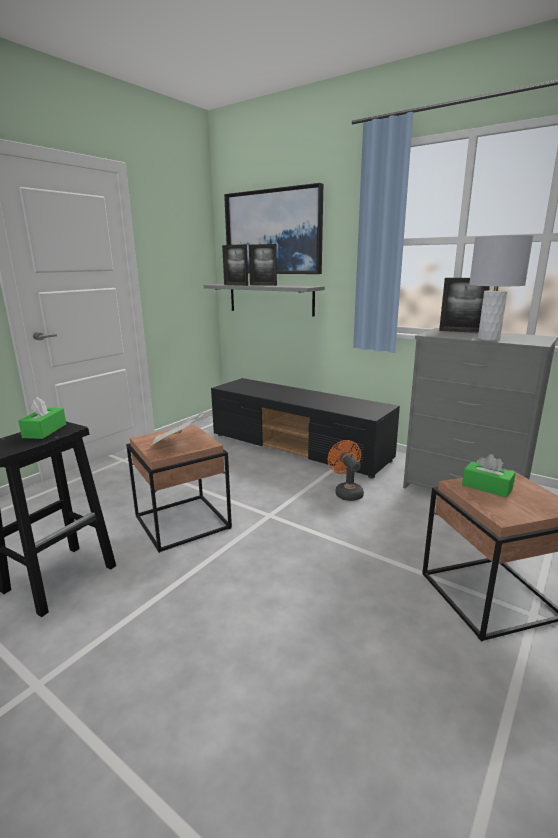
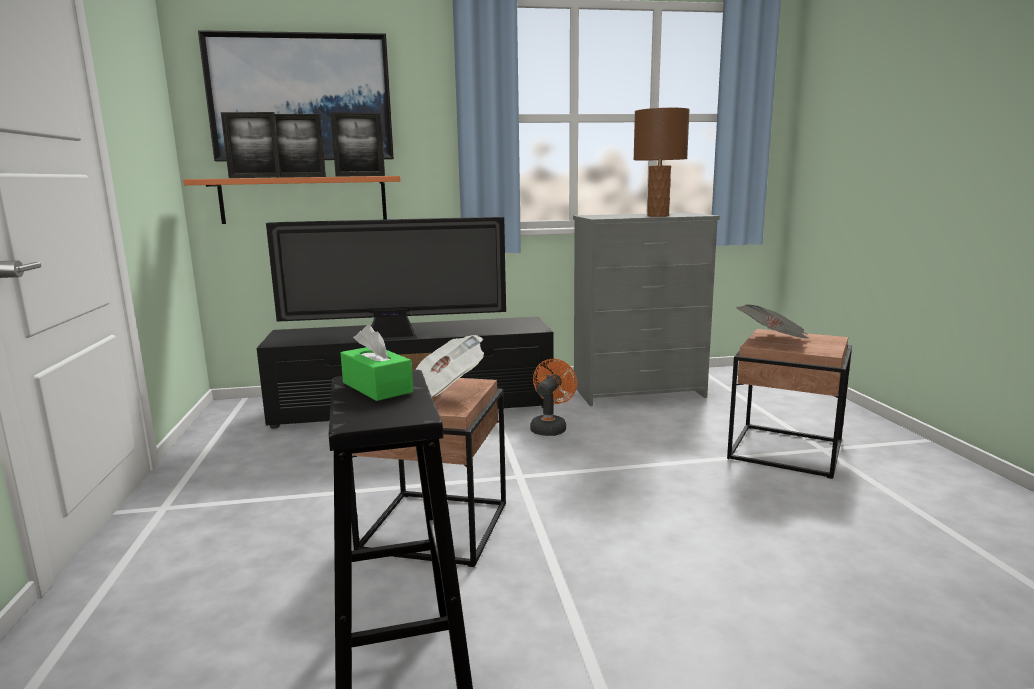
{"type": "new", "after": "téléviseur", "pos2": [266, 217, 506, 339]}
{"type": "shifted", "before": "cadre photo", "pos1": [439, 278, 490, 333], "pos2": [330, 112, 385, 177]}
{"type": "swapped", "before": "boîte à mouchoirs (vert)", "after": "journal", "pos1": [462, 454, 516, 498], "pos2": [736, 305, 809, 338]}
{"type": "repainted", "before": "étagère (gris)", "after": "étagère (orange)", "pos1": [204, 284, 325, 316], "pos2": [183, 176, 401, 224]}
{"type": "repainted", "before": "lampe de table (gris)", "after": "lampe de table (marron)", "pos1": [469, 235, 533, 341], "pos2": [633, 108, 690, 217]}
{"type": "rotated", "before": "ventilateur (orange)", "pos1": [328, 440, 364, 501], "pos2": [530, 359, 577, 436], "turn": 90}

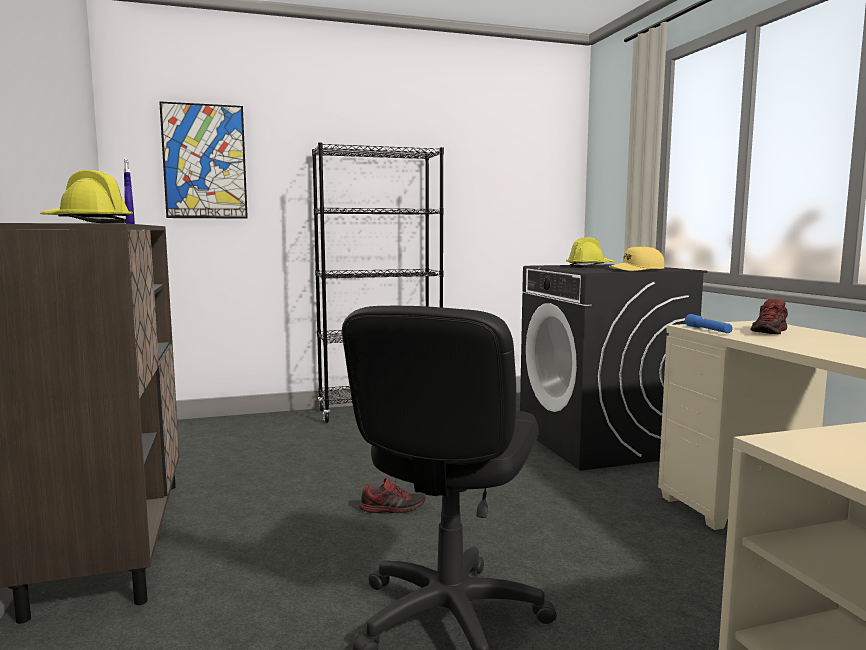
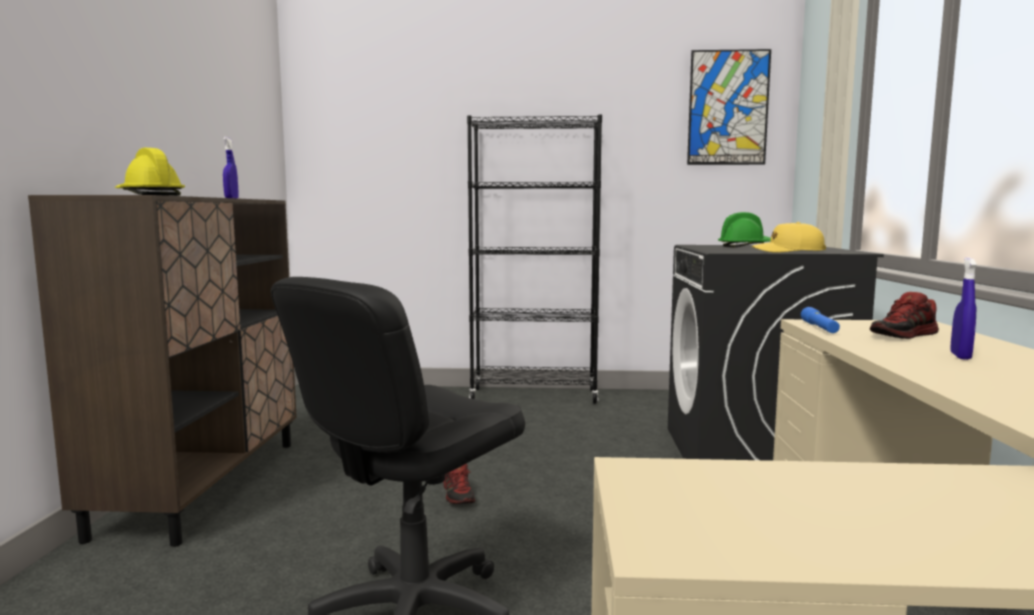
{"type": "new", "after": "vaporisateur (bleu)", "pos2": [950, 257, 977, 360]}
{"type": "shifted", "before": "tableau", "pos1": [159, 101, 248, 219], "pos2": [687, 49, 771, 165]}
{"type": "repainted", "before": "casque de chantier (jaune)", "after": "casque de chantier (vert)", "pos1": [566, 237, 614, 267], "pos2": [718, 212, 771, 248]}
{"type": "rotated", "before": "chaussure", "pos1": [359, 478, 426, 513], "pos2": [443, 464, 475, 504], "turn": 60}

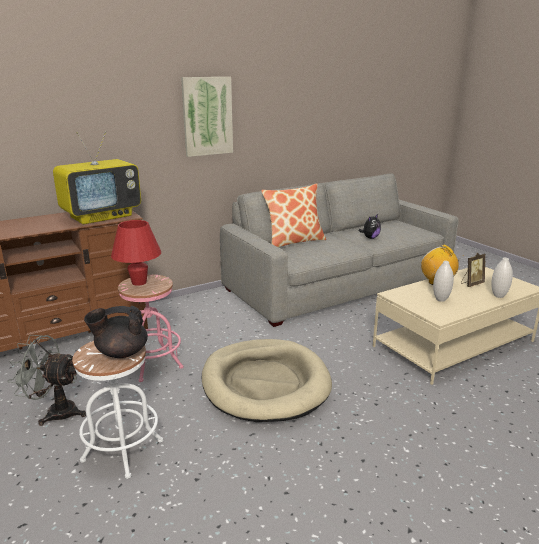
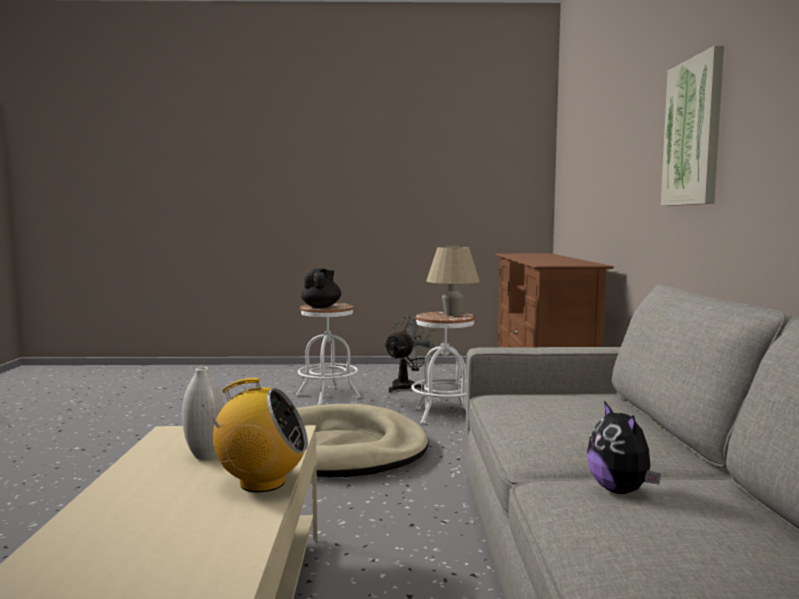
{"type": "gone", "before": "téléviseur", "pos1": [53, 131, 141, 224]}
{"type": "gone", "before": "coussin", "pos1": [261, 183, 326, 247]}
{"type": "gone", "before": "cadre photo", "pos1": [461, 253, 485, 287]}
{"type": "gone", "before": "vase (blanc)", "pos1": [491, 258, 513, 298]}
{"type": "repainted", "before": "lampe de table (rouge)", "after": "lampe de table (beige)", "pos1": [111, 220, 161, 286], "pos2": [426, 247, 480, 316]}
{"type": "repainted", "before": "tabouret (rose)", "after": "tabouret (blanc)", "pos1": [118, 275, 183, 382], "pos2": [411, 312, 475, 424]}

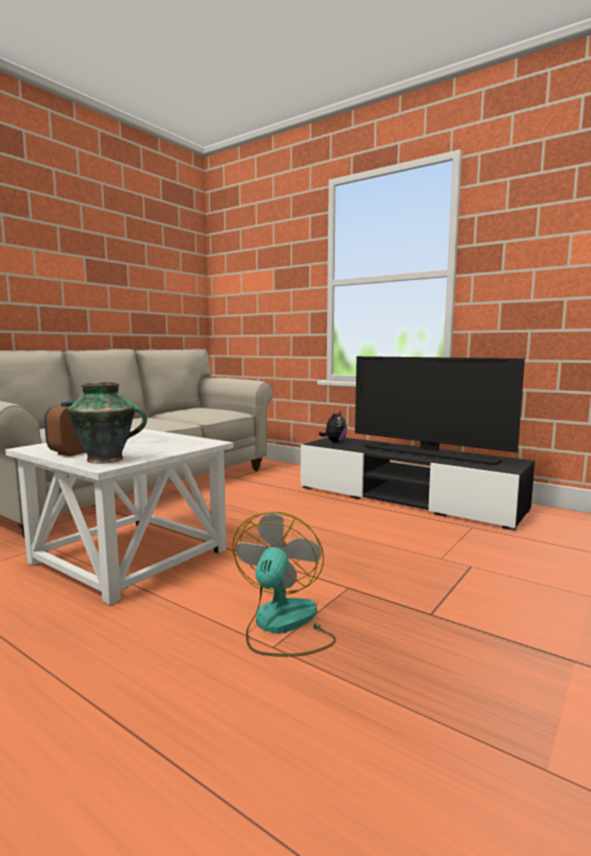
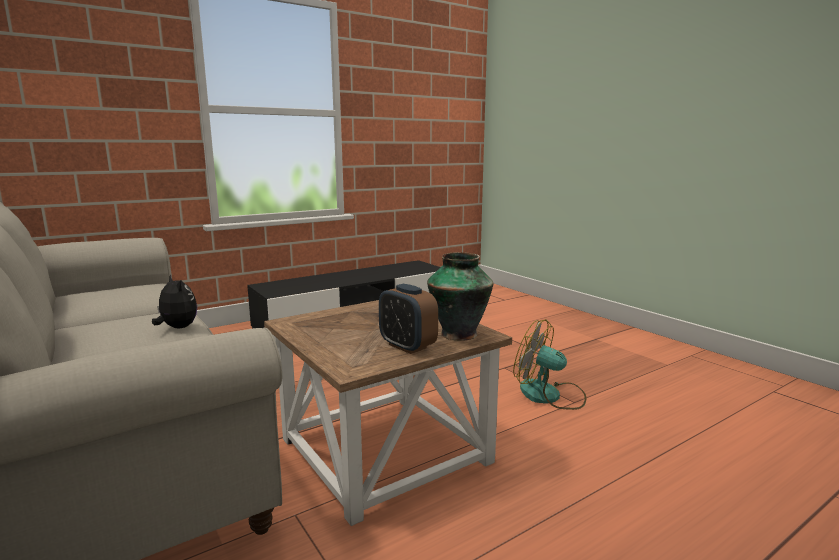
{"type": "gone", "before": "téléviseur", "pos1": [355, 356, 525, 465]}
{"type": "shifted", "before": "peluche", "pos1": [319, 411, 347, 443], "pos2": [152, 274, 197, 328]}
{"type": "repainted", "before": "table d'appoint (blanc)", "after": "table d'appoint (marron)", "pos1": [5, 429, 234, 605], "pos2": [264, 300, 512, 526]}

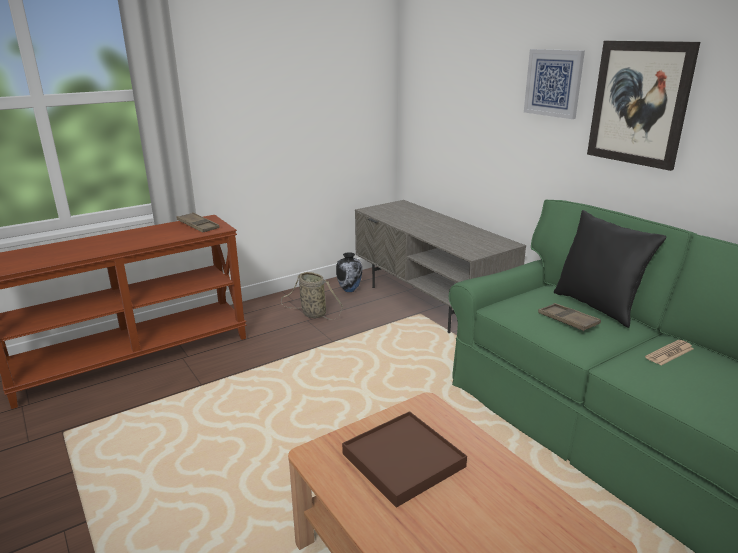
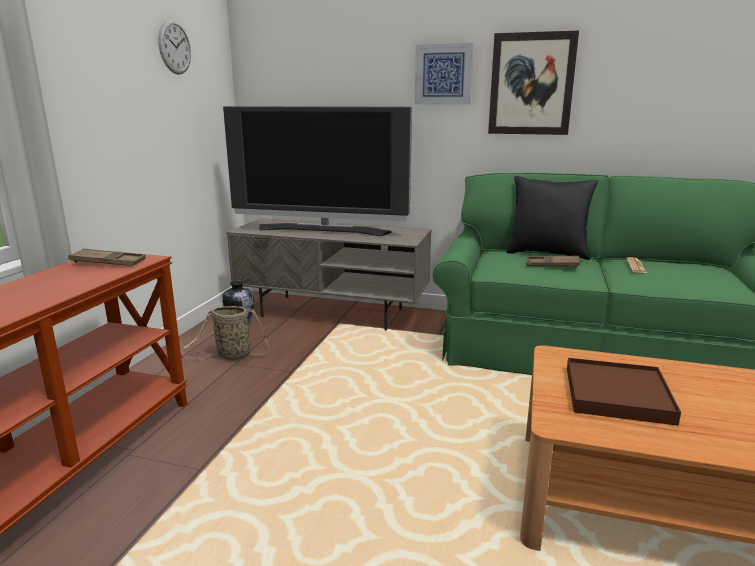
{"type": "new", "after": "horloge murale", "pos2": [158, 19, 191, 75]}
{"type": "new", "after": "téléviseur", "pos2": [223, 106, 412, 236]}

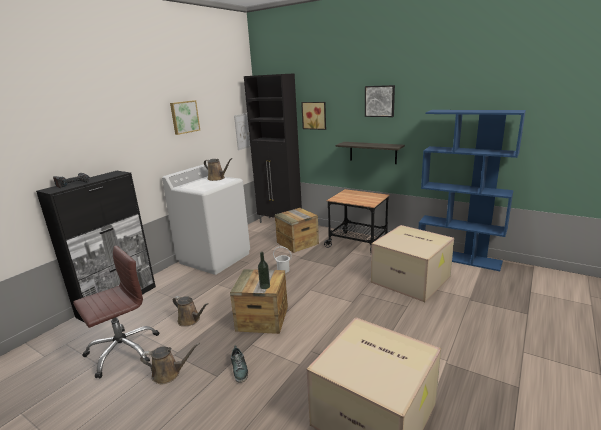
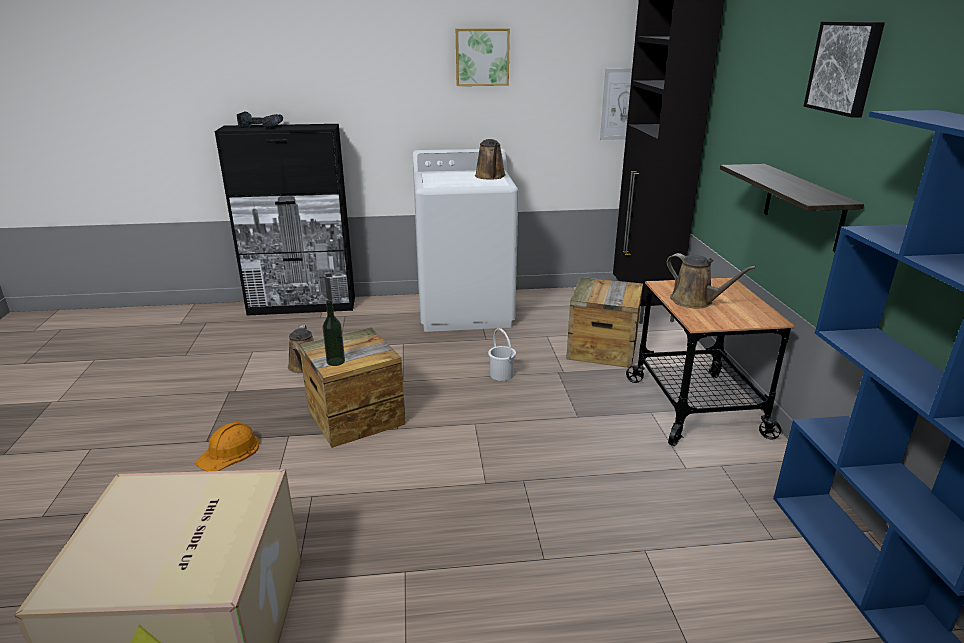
{"type": "gone", "before": "chaise de bureau (marron)", "pos1": [73, 245, 160, 379]}
{"type": "gone", "before": "tableau", "pos1": [301, 102, 326, 130]}
{"type": "gone", "before": "carton", "pos1": [371, 225, 454, 302]}
{"type": "shifted", "before": "arrosoir (marron)", "pos1": [140, 343, 200, 385], "pos2": [667, 253, 756, 309]}
{"type": "swapped", "before": "chaussure", "after": "casque de chantier (orange)", "pos1": [231, 345, 248, 383], "pos2": [196, 422, 260, 471]}

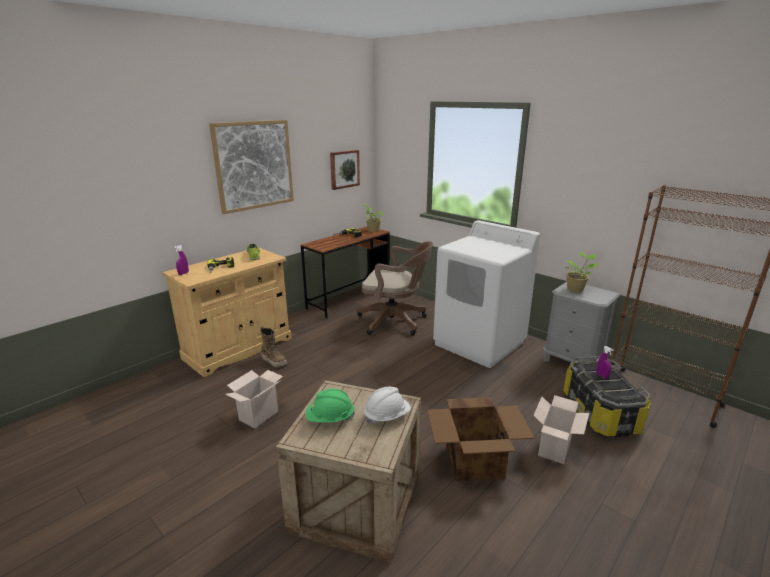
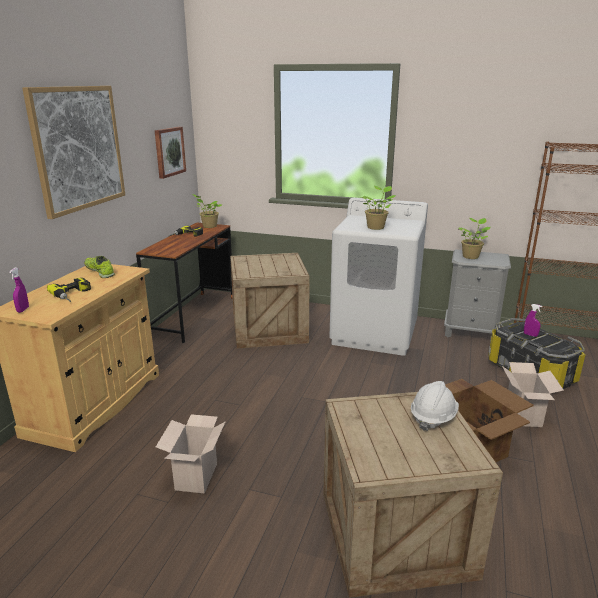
{"type": "gone", "before": "botte", "pos1": [261, 326, 287, 367]}
{"type": "gone", "before": "casque de chantier (vert)", "pos1": [306, 389, 355, 423]}
{"type": "new", "after": "plante en pot", "pos2": [361, 186, 396, 230]}
{"type": "swapped", "before": "chaise de bureau (marron)", "after": "caisse", "pos1": [356, 241, 433, 336], "pos2": [230, 253, 310, 349]}

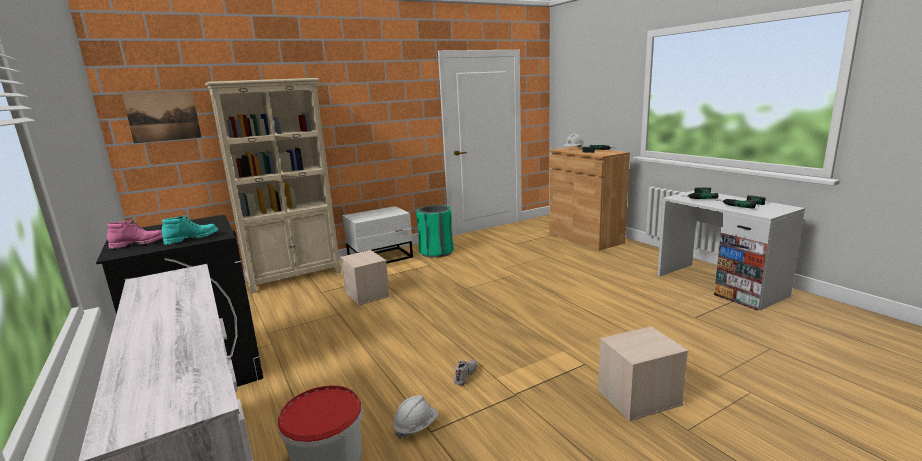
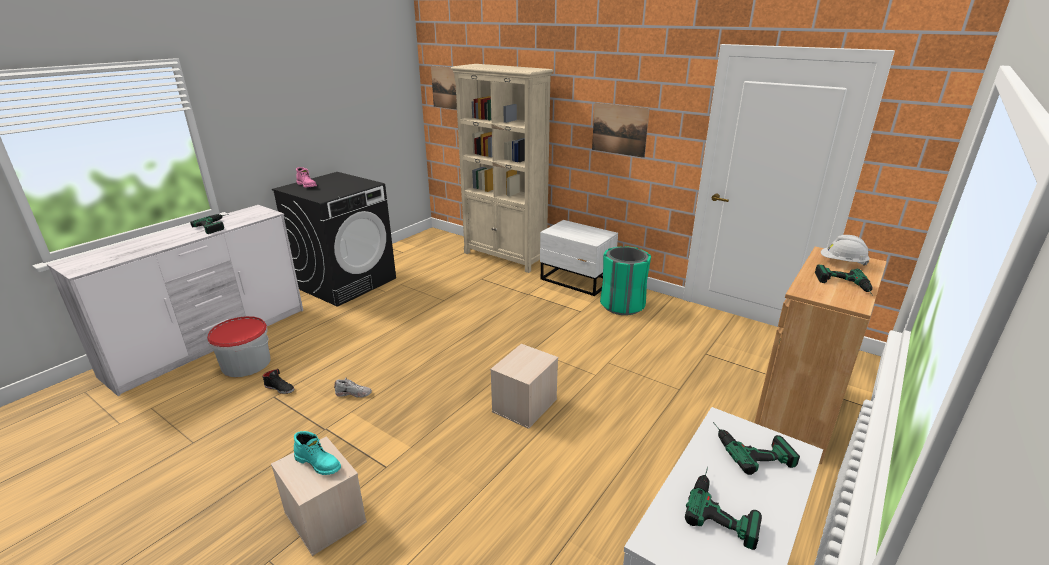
{"type": "new", "after": "perceuse", "pos2": [190, 214, 229, 234]}
{"type": "new", "after": "tableau", "pos2": [592, 102, 650, 158]}
{"type": "shifted", "before": "botte (turquoise)", "pos1": [162, 215, 218, 245], "pos2": [294, 431, 341, 475]}
{"type": "shifted", "before": "boîte de rangement (beige)", "pos1": [340, 250, 390, 305], "pos2": [490, 344, 558, 429]}
{"type": "swapped", "before": "casque de chantier (blanc)", "after": "chaussure (noir)", "pos1": [393, 395, 438, 439], "pos2": [263, 369, 294, 394]}

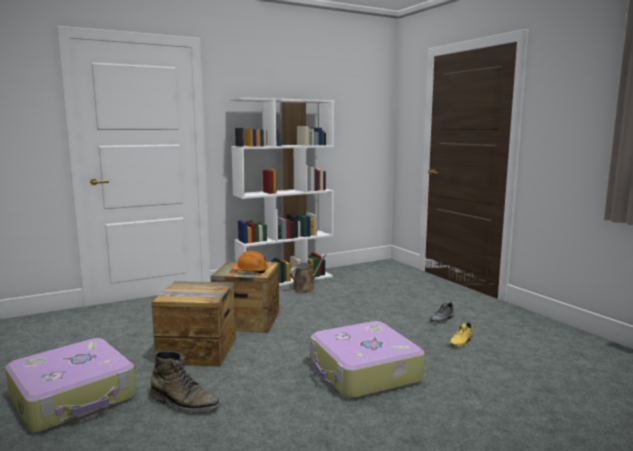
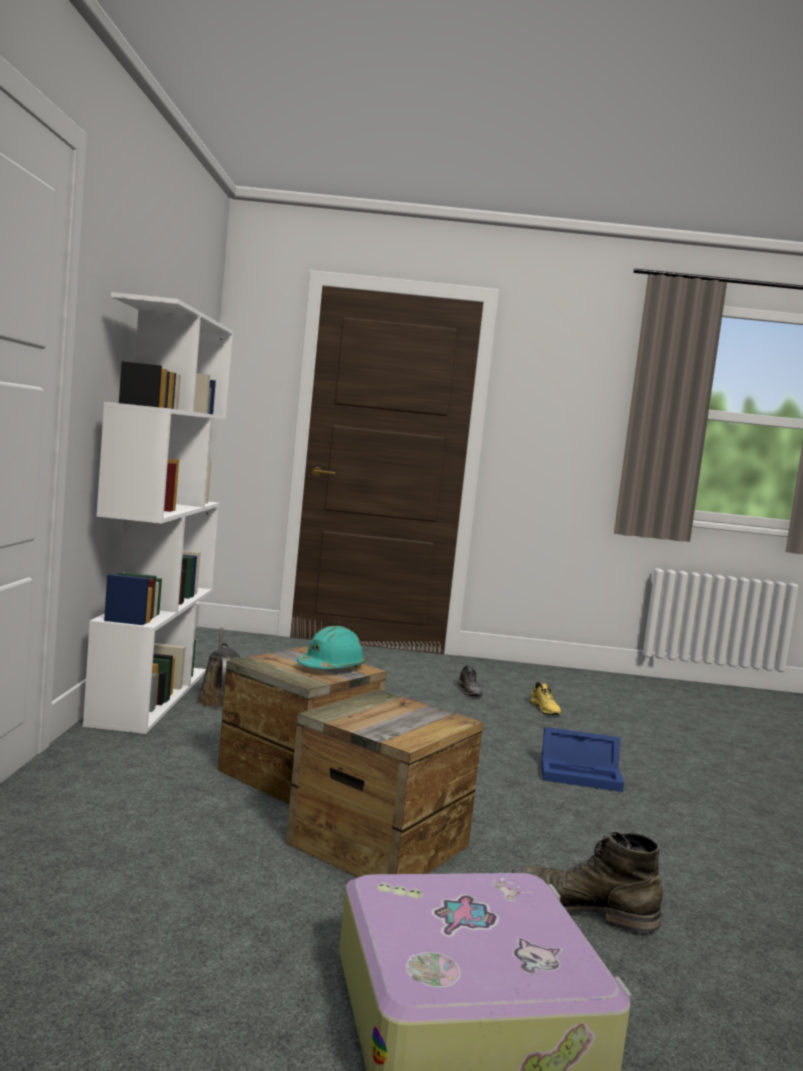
{"type": "swapped", "before": "valise", "after": "boîte de rangement (bleu)", "pos1": [310, 321, 425, 399], "pos2": [541, 727, 624, 792]}
{"type": "repainted", "before": "casque de chantier (orange)", "after": "casque de chantier (turquoise)", "pos1": [232, 251, 268, 273], "pos2": [297, 626, 366, 669]}
{"type": "rotated", "before": "botte (vert)", "pos1": [150, 351, 221, 412], "pos2": [511, 832, 663, 933], "turn": -120}

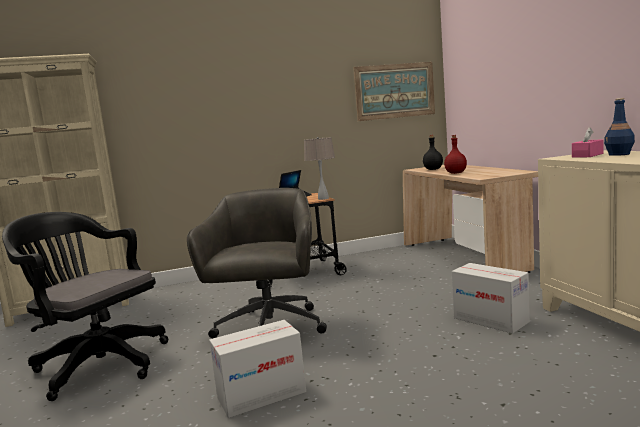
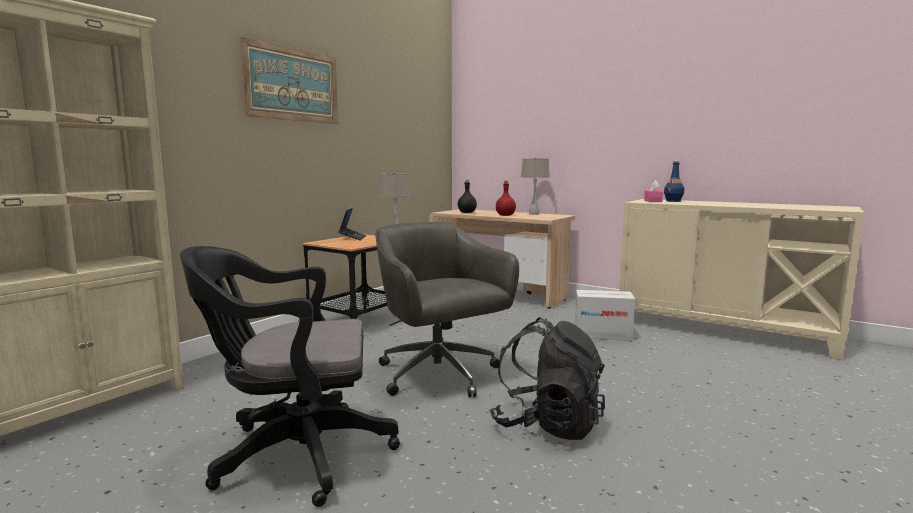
{"type": "new", "after": "lampe de table (beige)", "pos2": [521, 157, 550, 215]}
{"type": "shifted", "before": "tableau", "pos1": [353, 62, 435, 121], "pos2": [239, 37, 338, 124]}
{"type": "swapped", "before": "carton", "after": "sac à dos (noir)", "pos1": [209, 320, 306, 418], "pos2": [489, 317, 605, 440]}

